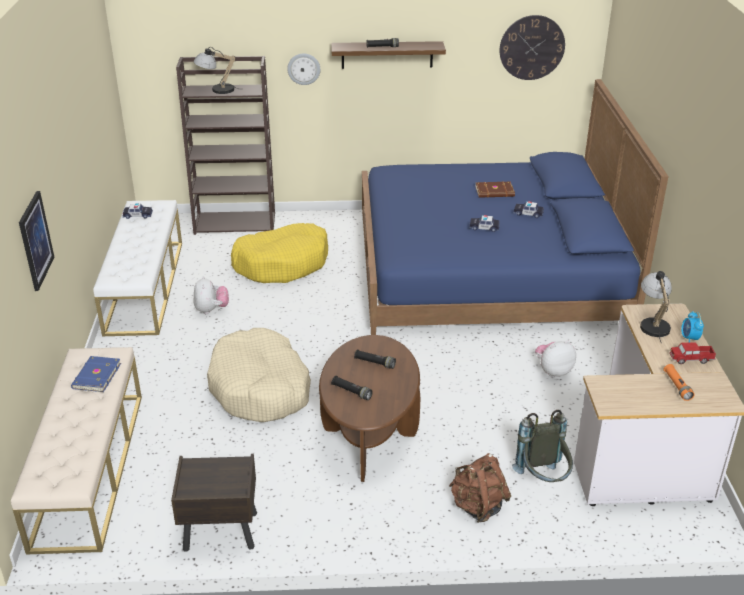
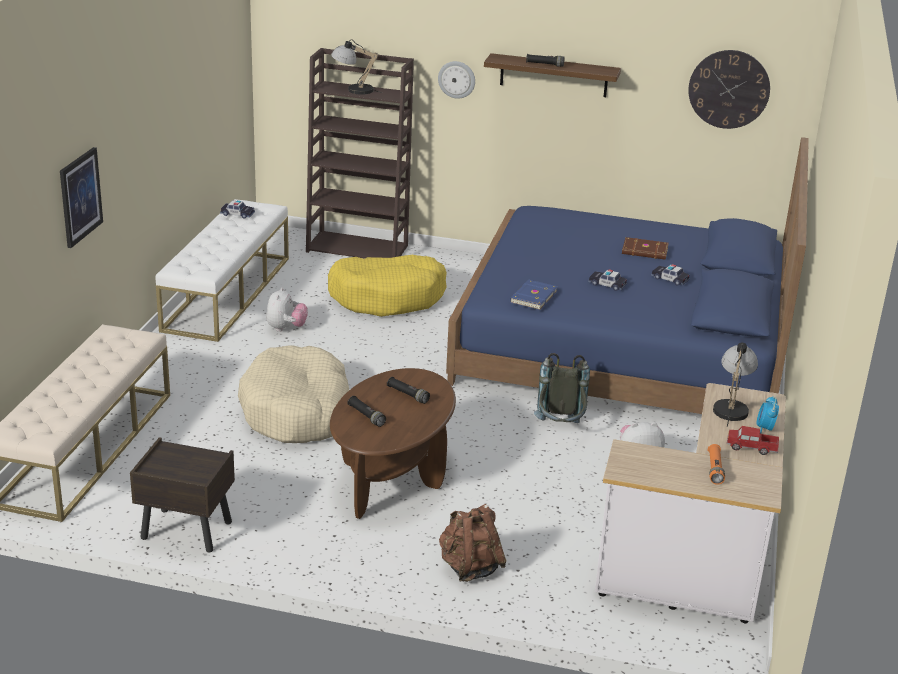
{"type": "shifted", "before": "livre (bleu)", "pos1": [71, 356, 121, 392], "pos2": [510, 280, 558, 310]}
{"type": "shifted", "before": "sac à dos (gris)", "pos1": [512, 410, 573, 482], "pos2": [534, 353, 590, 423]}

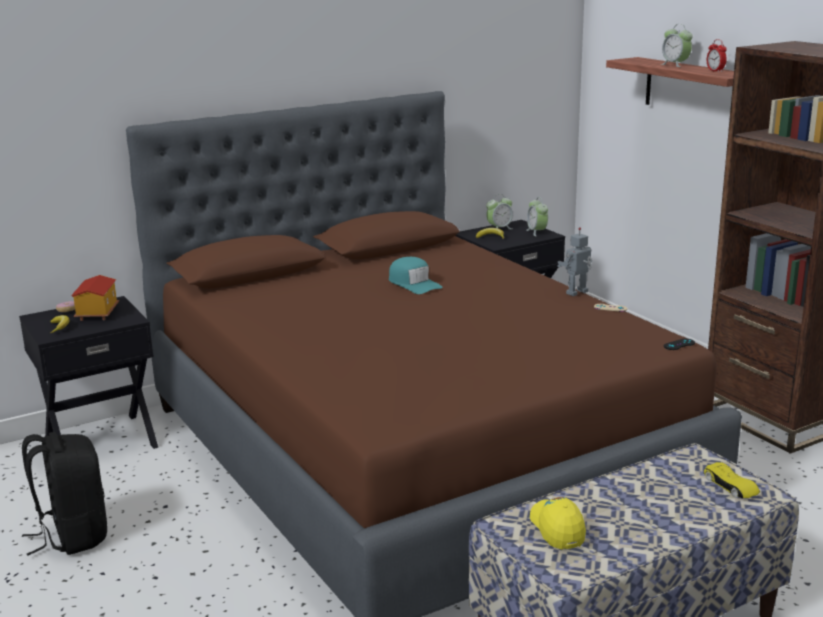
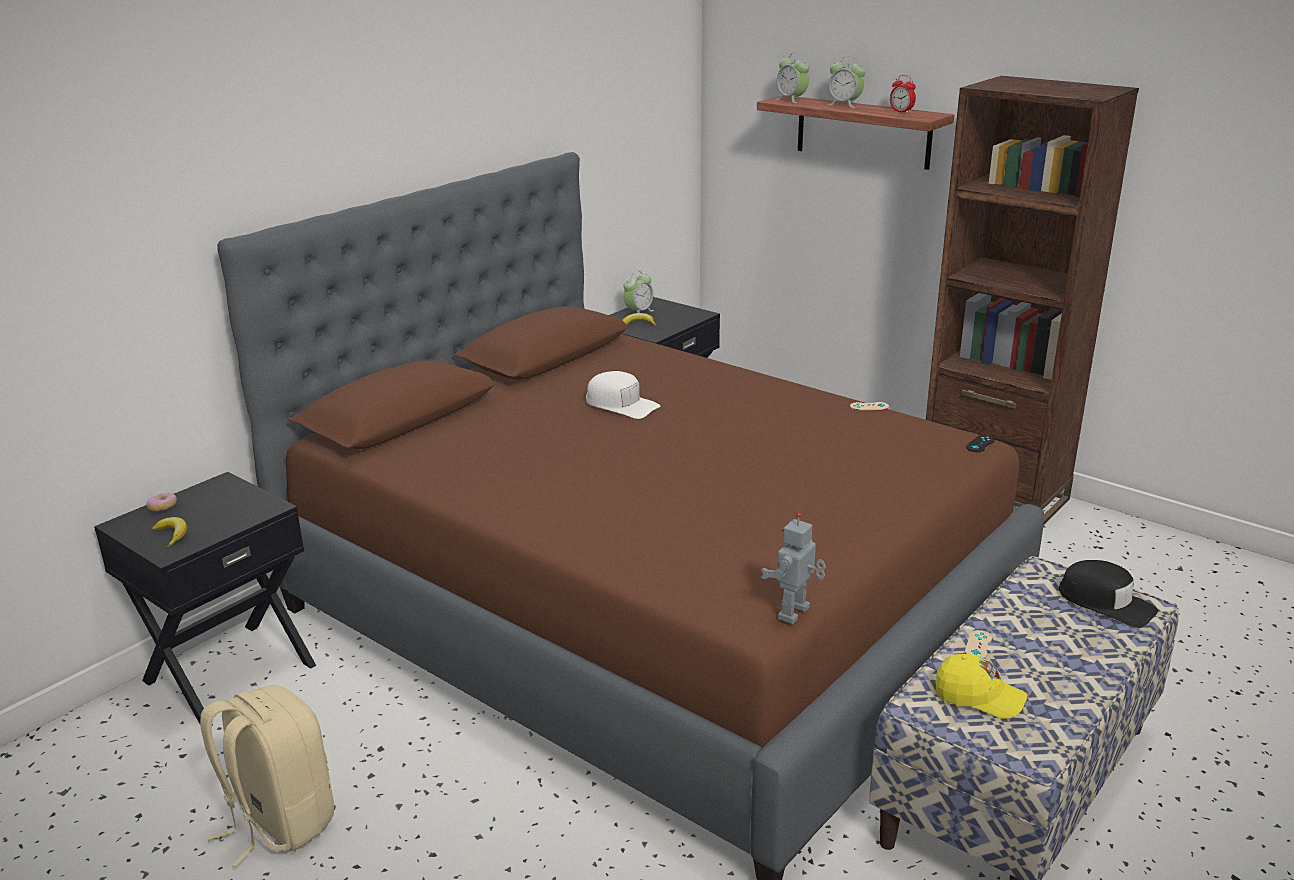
{"type": "gone", "before": "maison miniature", "pos1": [71, 275, 119, 321]}
{"type": "new", "after": "manette (beige)", "pos2": [965, 630, 992, 658]}
{"type": "shifted", "before": "réveil", "pos1": [527, 197, 548, 236], "pos2": [776, 53, 809, 103]}
{"type": "shifted", "before": "robot jouet", "pos1": [558, 227, 592, 296], "pos2": [761, 513, 826, 624]}
{"type": "swapped", "before": "petite voiture (jaune)", "after": "casquette (noir)", "pos1": [704, 462, 760, 499], "pos2": [1058, 560, 1158, 628]}
{"type": "repainted", "before": "sac à dos (noir)", "after": "sac à dos (beige)", "pos1": [22, 432, 107, 555], "pos2": [200, 685, 334, 867]}
{"type": "repainted", "before": "casquette (turquoise)", "after": "casquette (blanc)", "pos1": [389, 257, 443, 294], "pos2": [586, 371, 660, 419]}
{"type": "rotated", "before": "casquette (jaune)", "pos1": [530, 497, 586, 550], "pos2": [936, 654, 1027, 719], "turn": 150}

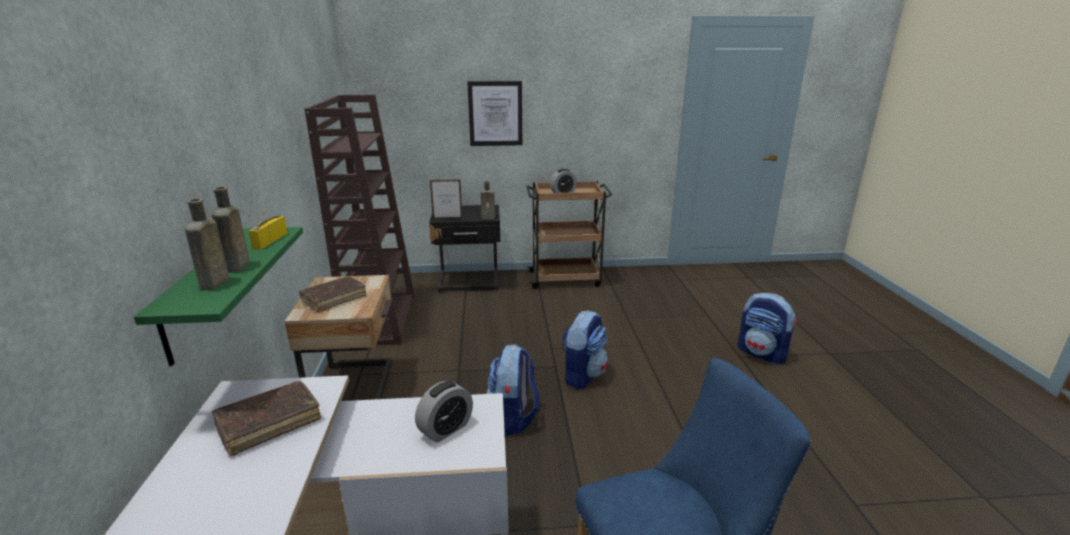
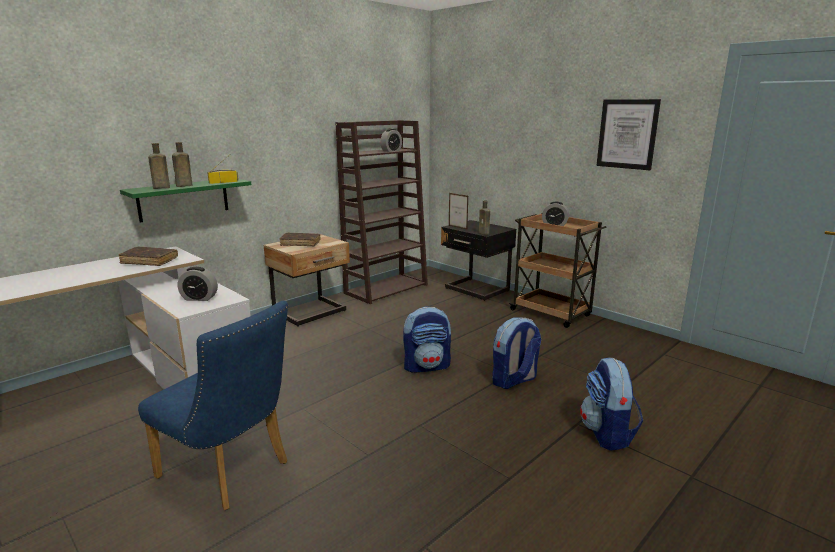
{"type": "new", "after": "réveil", "pos2": [380, 129, 402, 152]}
{"type": "shifted", "before": "tableau", "pos1": [467, 81, 522, 146], "pos2": [596, 99, 661, 170]}
{"type": "shifted", "before": "sac à dos", "pos1": [486, 344, 540, 435], "pos2": [493, 317, 541, 389]}

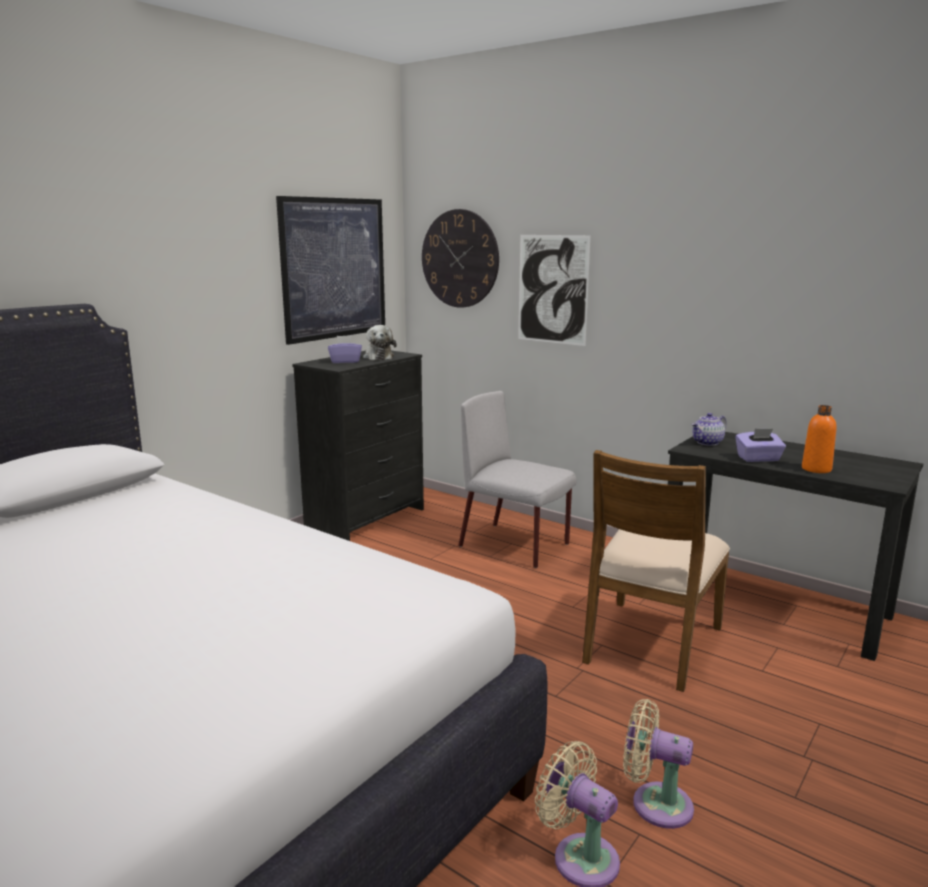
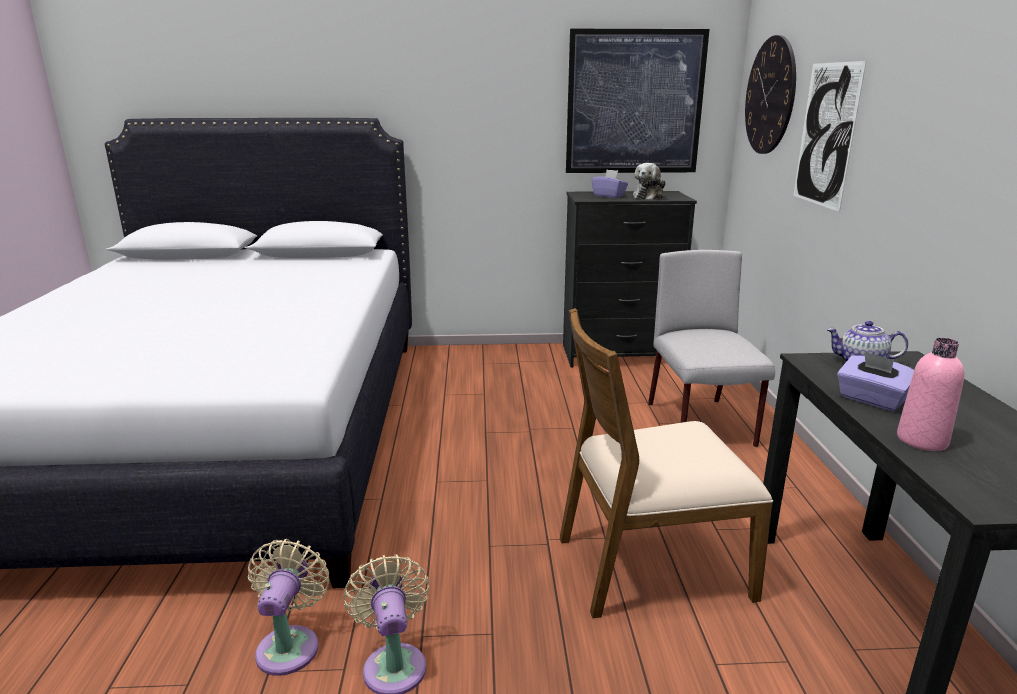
{"type": "repainted", "before": "bouteille (orange)", "after": "bouteille (rose)", "pos1": [802, 405, 837, 473], "pos2": [897, 338, 964, 451]}

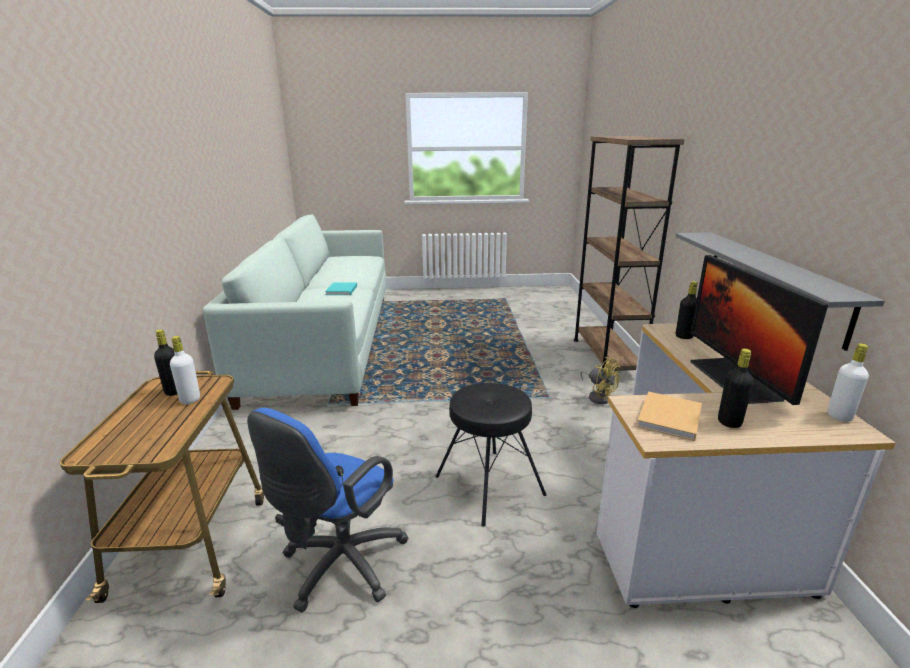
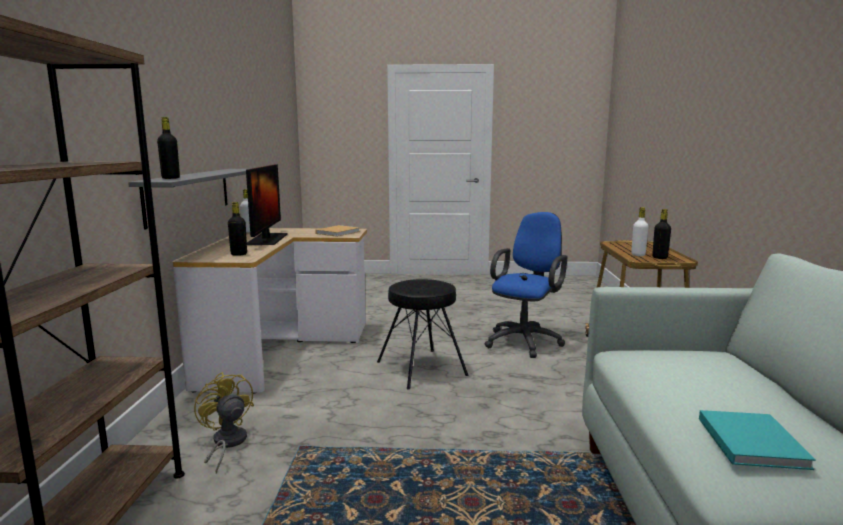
{"type": "shifted", "before": "bouteille (noir)", "pos1": [718, 348, 754, 428], "pos2": [157, 117, 180, 179]}

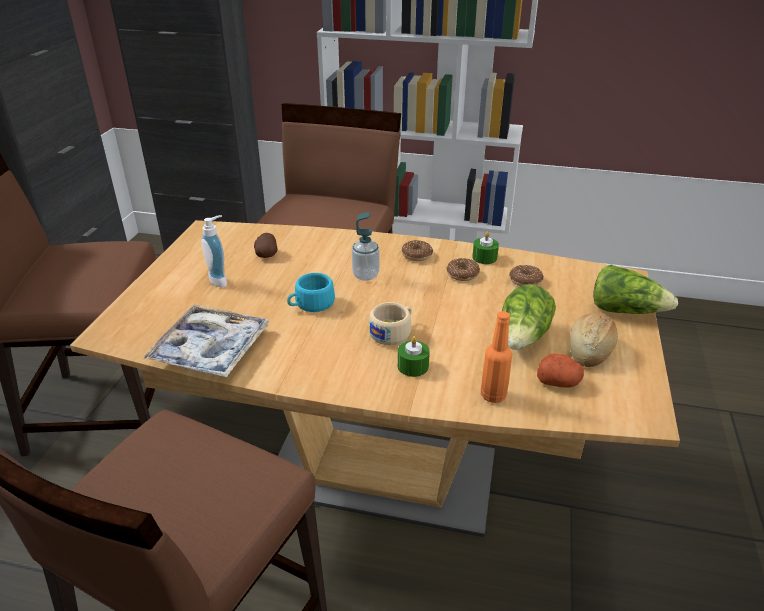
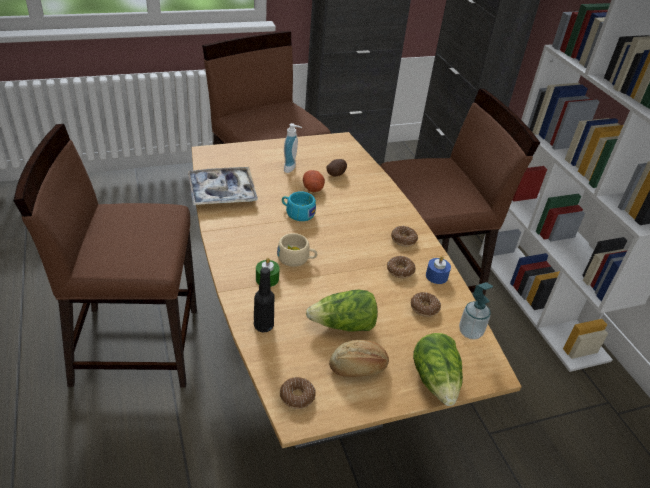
{"type": "new", "after": "beignet", "pos2": [280, 377, 316, 409]}
{"type": "shifted", "before": "distributeur de savon", "pos1": [352, 212, 379, 281], "pos2": [459, 282, 493, 340]}
{"type": "shifted", "before": "pomme de terre", "pos1": [537, 353, 584, 387], "pos2": [303, 170, 325, 192]}
{"type": "repainted", "before": "bougie (vert)", "after": "bougie (bleu)", "pos1": [472, 231, 499, 264], "pos2": [426, 256, 451, 284]}
{"type": "repainted", "before": "bouteille (orange)", "after": "bouteille (noir)", "pos1": [481, 311, 512, 403], "pos2": [254, 267, 275, 333]}

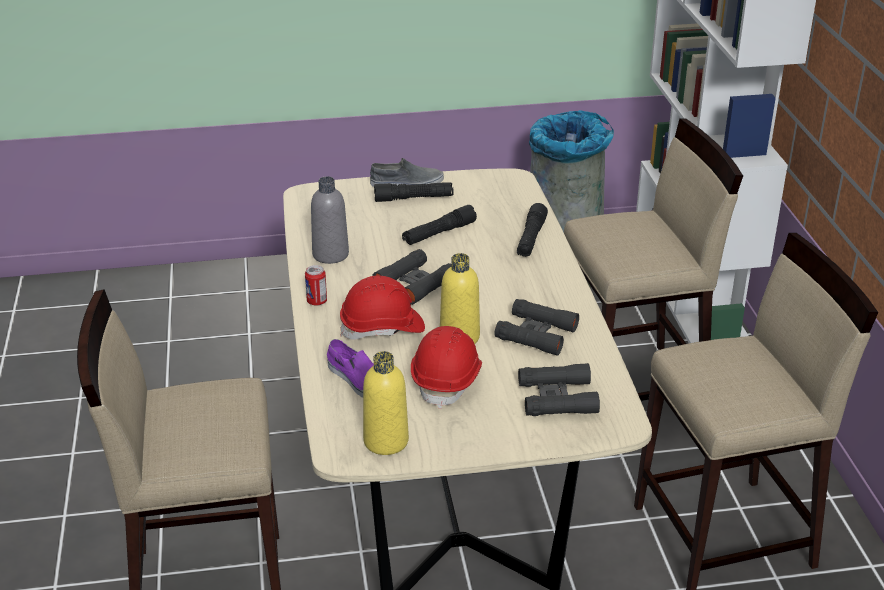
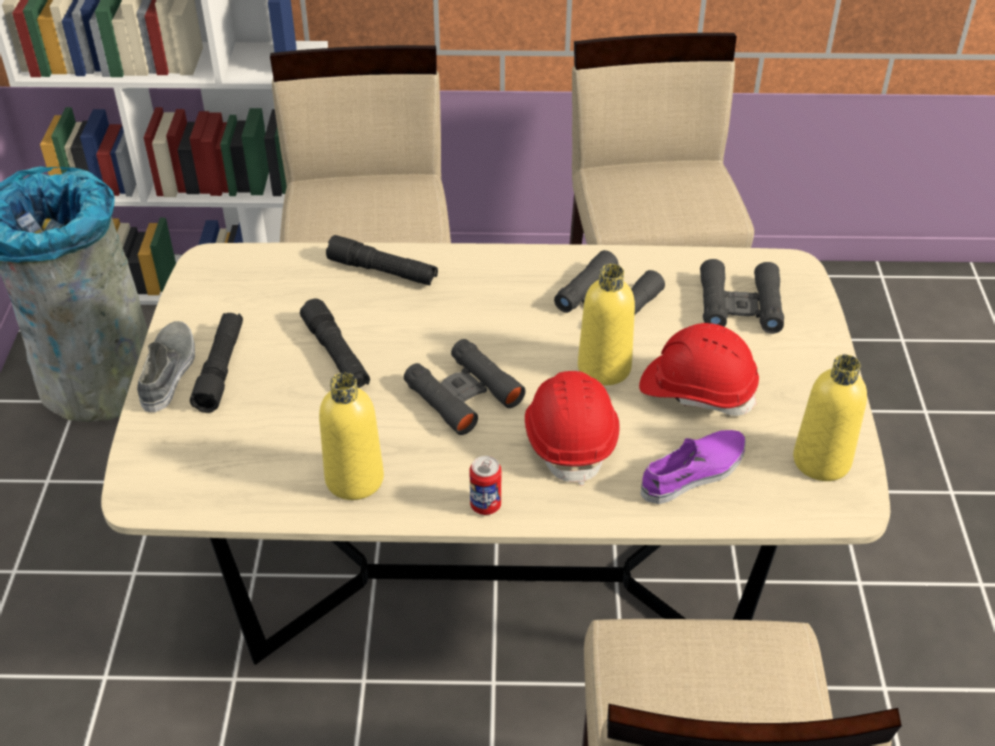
{"type": "repainted", "before": "bouteille (gris)", "after": "bouteille (jaune)", "pos1": [311, 176, 349, 264], "pos2": [319, 373, 384, 500]}

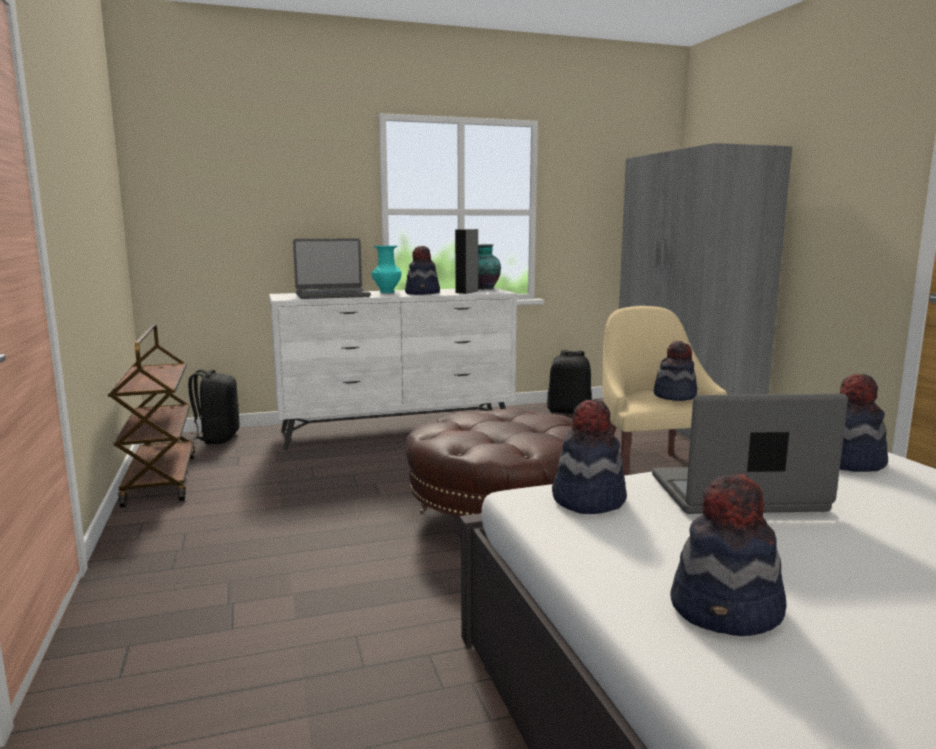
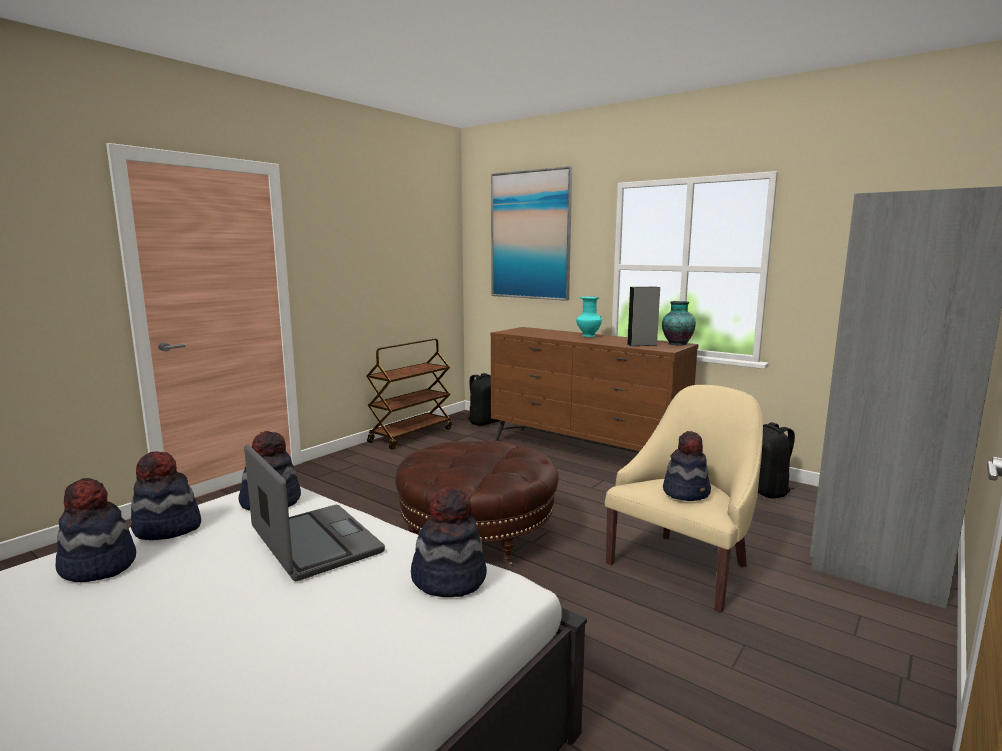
{"type": "gone", "before": "ordinateur portable", "pos1": [293, 238, 371, 299]}
{"type": "new", "after": "tableau", "pos2": [491, 166, 572, 301]}
{"type": "shifted", "before": "chapeau", "pos1": [405, 246, 440, 295], "pos2": [130, 451, 201, 540]}
{"type": "repainted", "before": "commode (blanc)", "after": "commode (marron)", "pos1": [269, 288, 517, 450], "pos2": [491, 327, 698, 453]}

